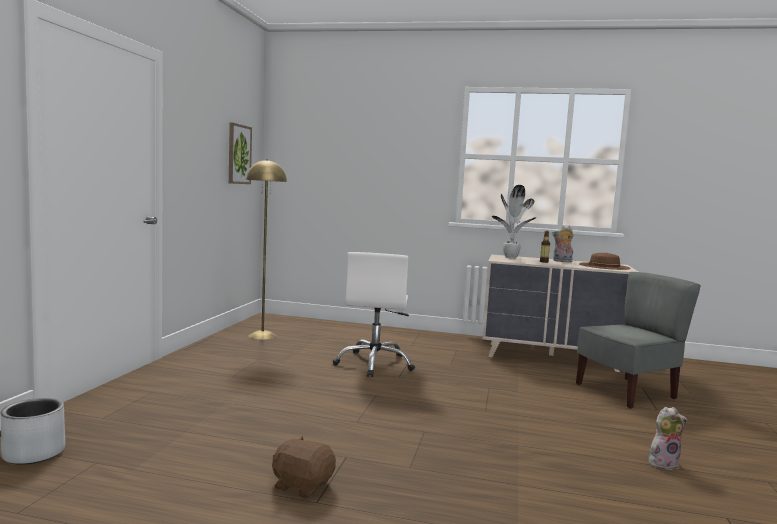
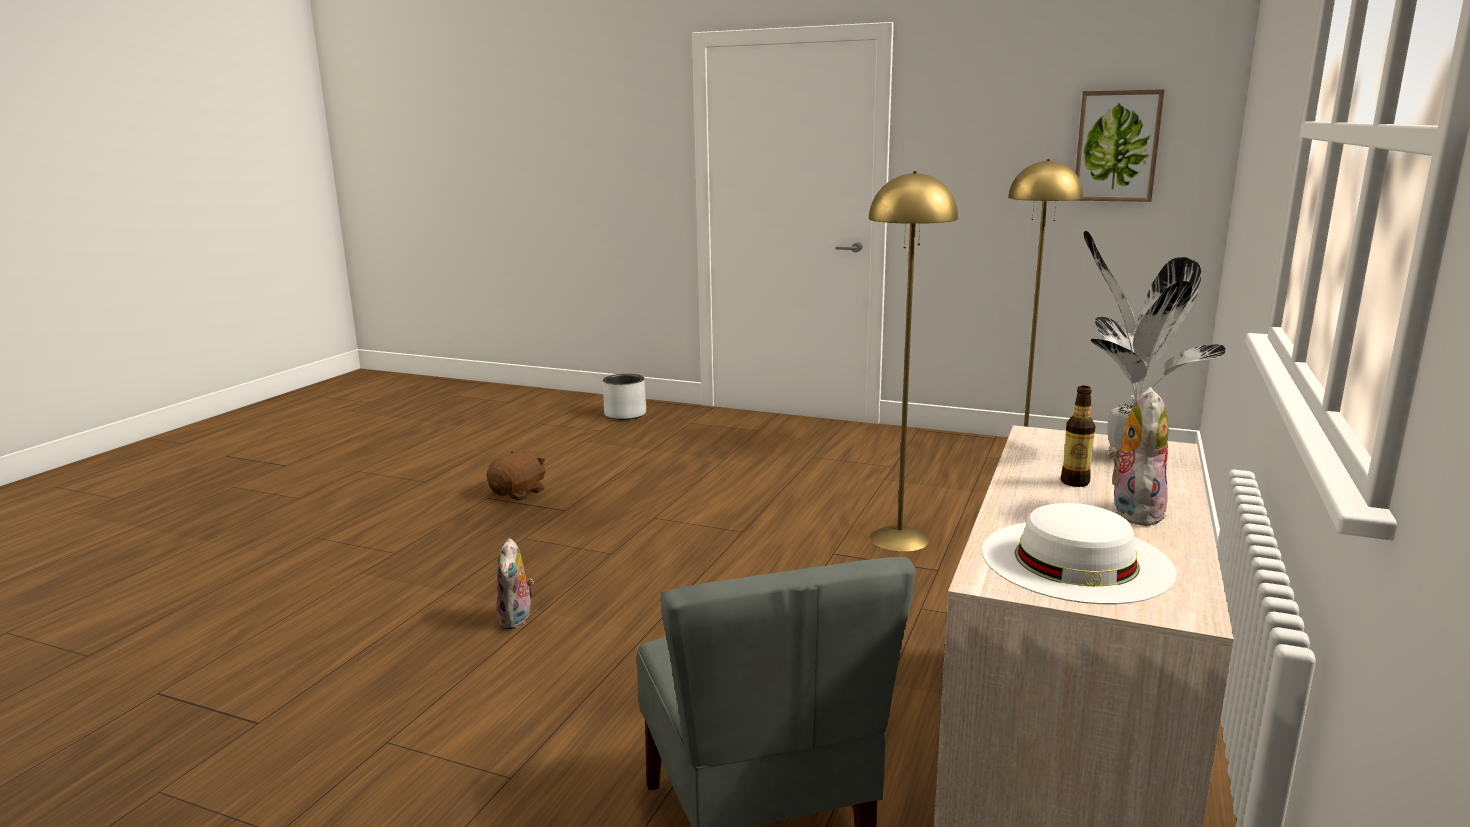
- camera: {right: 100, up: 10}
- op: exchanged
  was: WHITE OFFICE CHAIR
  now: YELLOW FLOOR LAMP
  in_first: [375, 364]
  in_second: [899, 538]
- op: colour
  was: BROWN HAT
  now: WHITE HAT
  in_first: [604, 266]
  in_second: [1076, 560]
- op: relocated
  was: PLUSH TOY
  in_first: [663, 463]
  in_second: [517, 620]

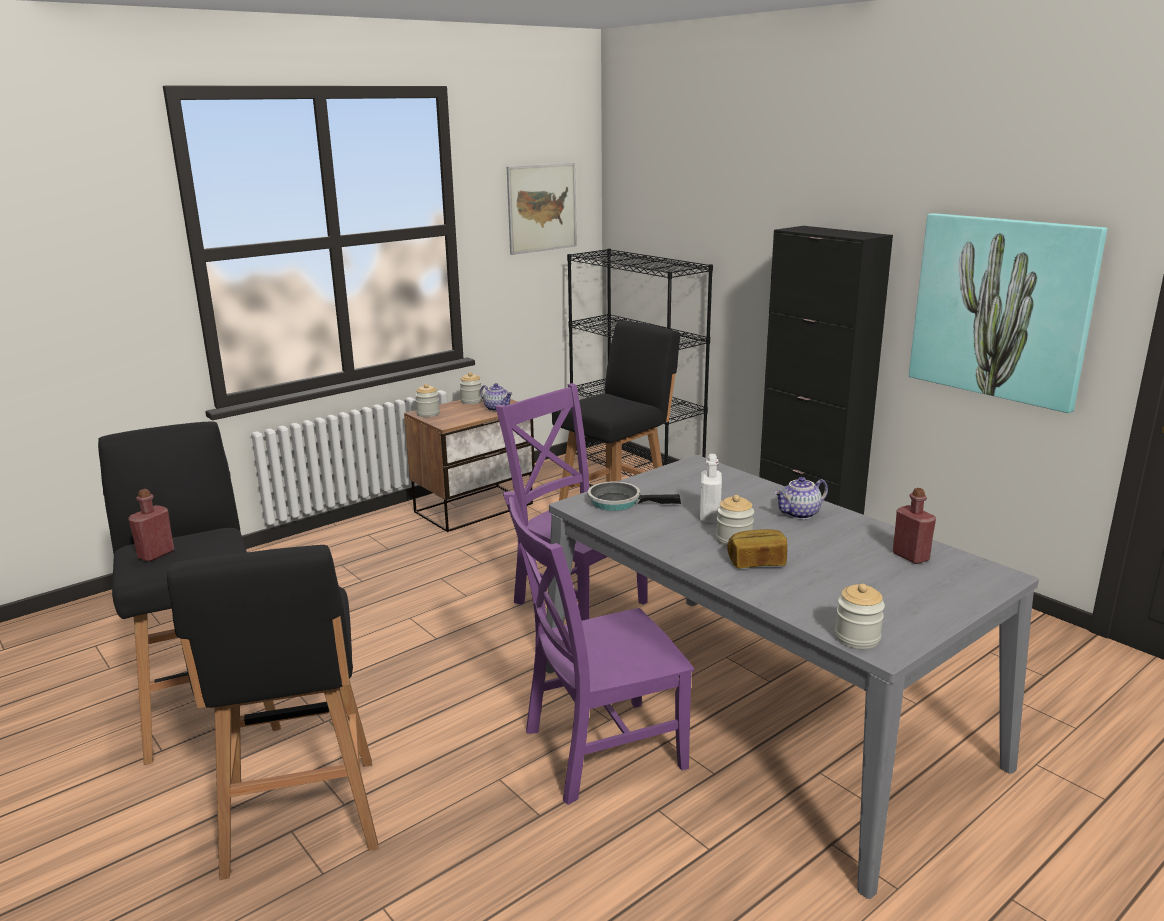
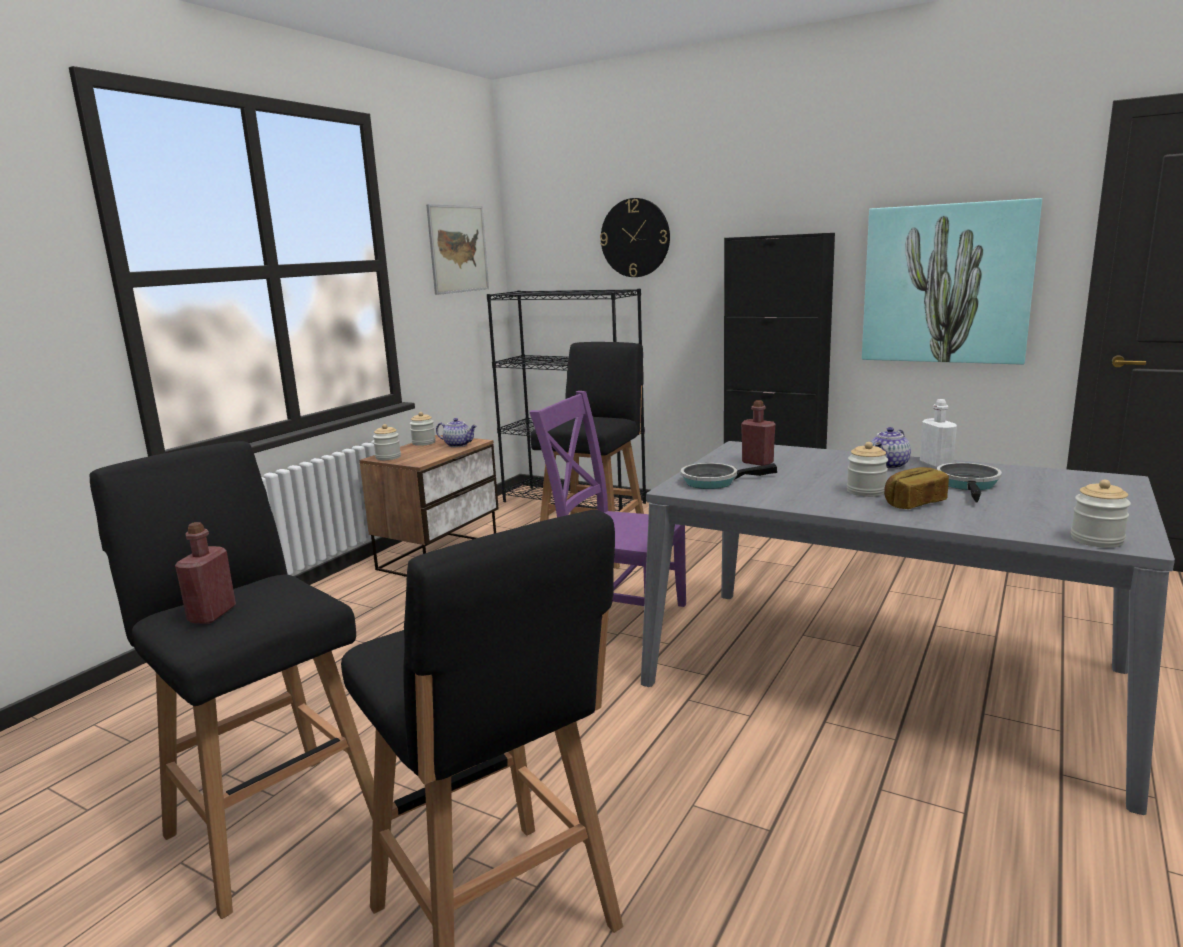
- camera: {right: -20, up: -5}
- op: relocated
  was: WHITE BOTTLE
  in_first: [709, 516]
  in_second: [936, 464]
- op: relocated
  was: RED BOTTLE
  in_first: [910, 556]
  in_second: [757, 462]
- op: missing
  was: PURPLE CHAIR
  in_first: [597, 750]
- op: appeared
  now: WALL CLOCK
  in_second: [635, 238]
- op: appeared
  now: FRYING PAN
  in_second: [969, 485]

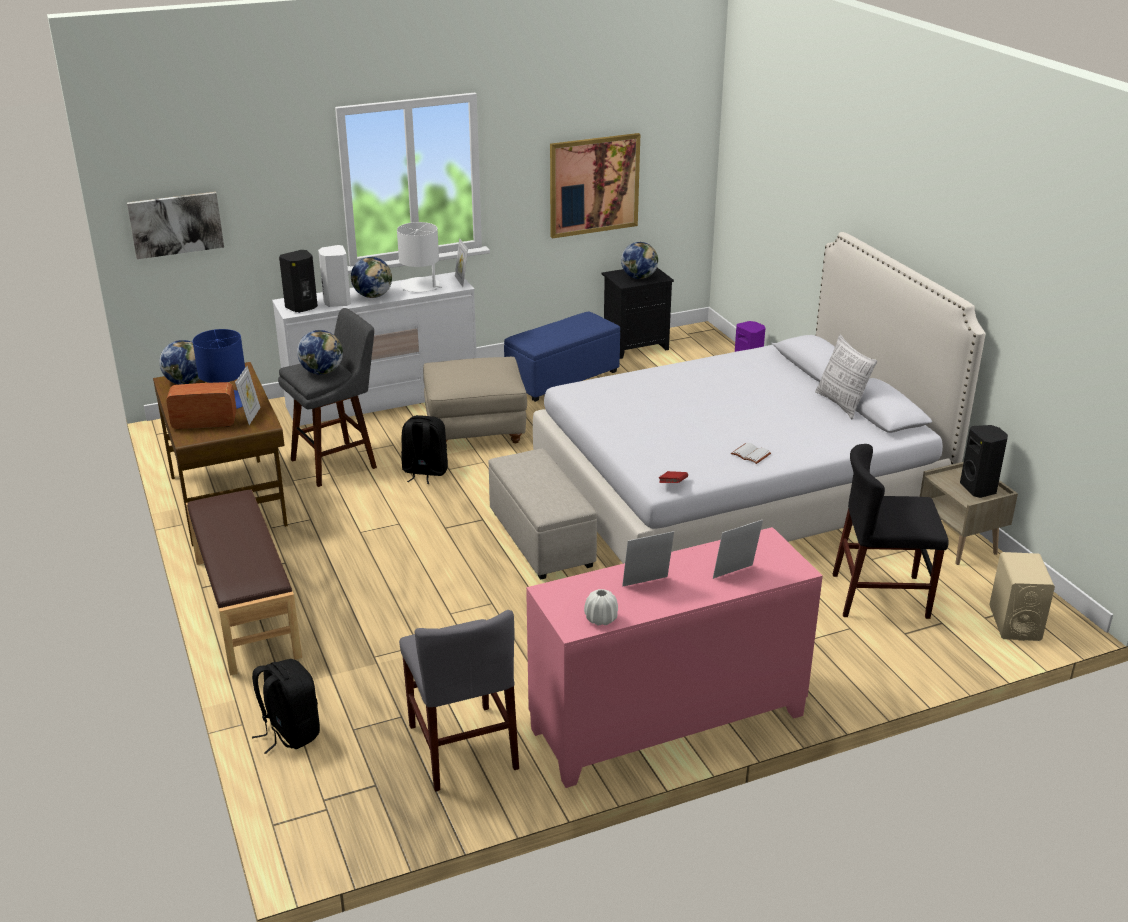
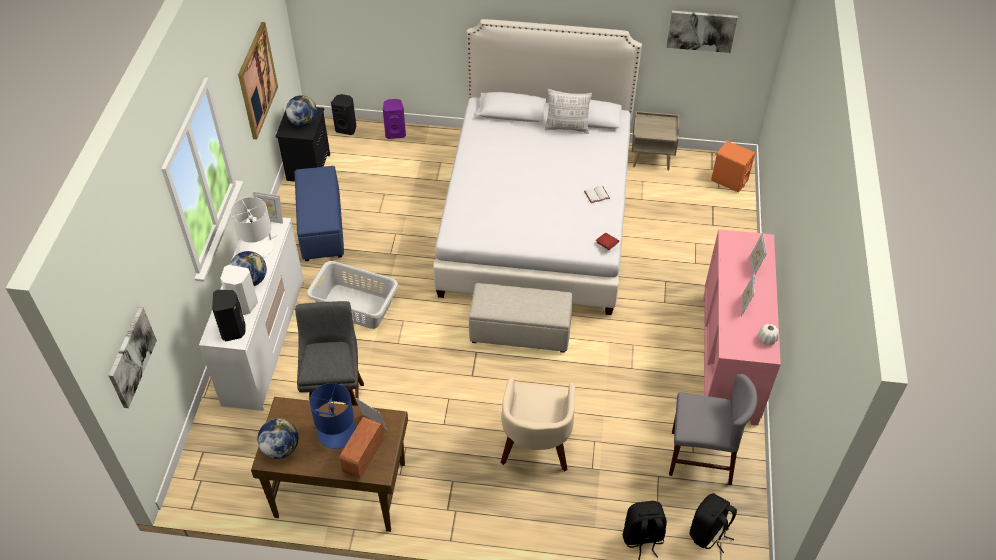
- camera: {right: -60, up: 20}
- op: missing
  was: GLOBE
  in_first: [322, 372]
- op: exchanged
  was: BEIGE OTTOMAN
  now: GREY LAUNDRY BASKET
  in_first: [475, 430]
  in_second: [355, 306]
- op: relocated
  was: BLACK BACKPACK
  in_first: [424, 472]
  in_second: [708, 533]
- op: relocated
  was: BLACK SPEAKER
  in_first: [979, 489]
  in_second: [346, 129]
- op: missing
  was: BLACK CHAIR
  in_first: [880, 596]
- op: missing
  was: BROWN BENCH
  in_first: [245, 608]
- op: colour
  was: BEIGE SPEAKER
  now: ORANGE SPEAKER
  in_first: [1014, 623]
  in_second: [729, 180]
- op: appeared
  now: PICTURE
  in_second: [701, 30]
- op: appeared
  now: BEIGE ARMCHAIR
  in_second: [536, 445]

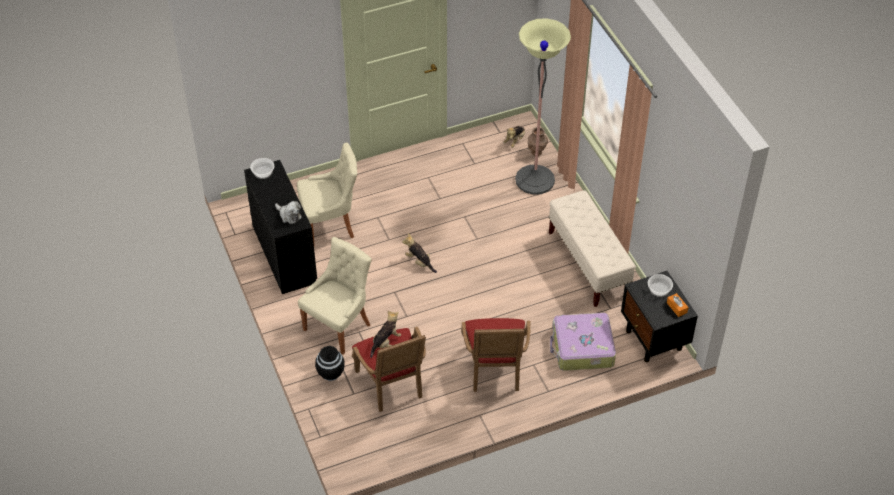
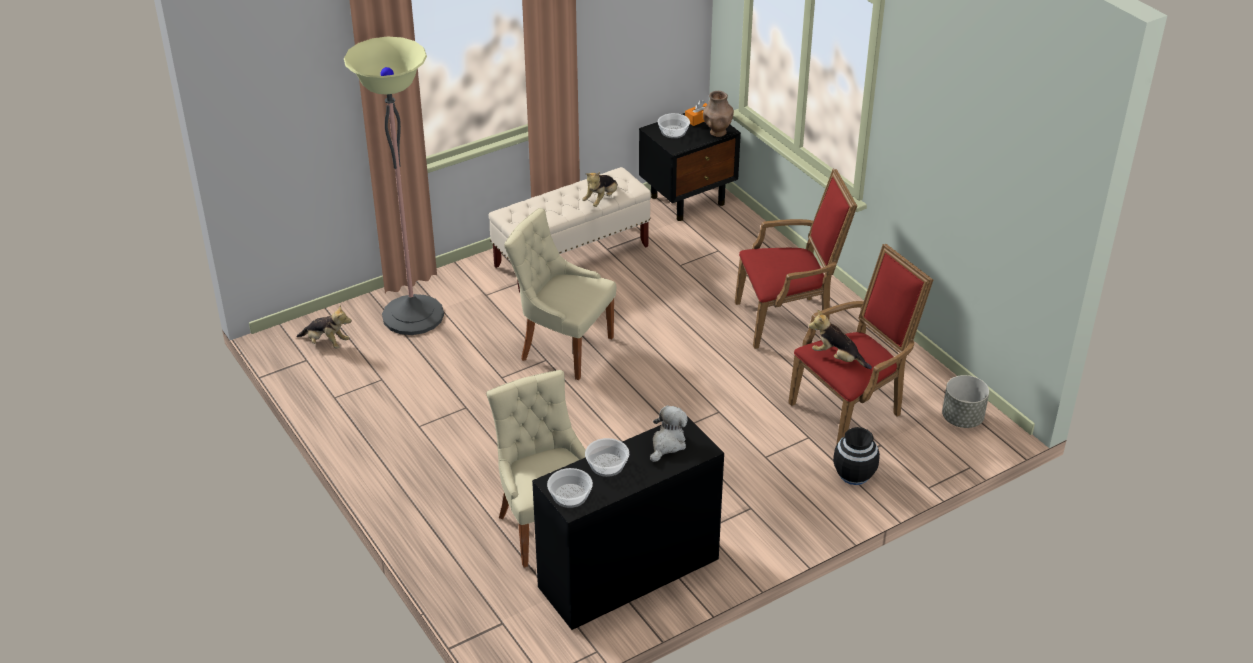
- camera: {right: -100, up: -10}
- op: relocated
  was: BROWN VASE
  in_first: [536, 152]
  in_second: [717, 133]
- op: relocated
  was: PLUSH TOY
  in_first: [419, 262]
  in_second: [601, 200]
- op: relocated
  was: BEIGE CHAIR
  in_first: [339, 326]
  in_second: [563, 347]
- op: missing
  was: SUITCASE
  in_first: [582, 348]
- op: appeared
  now: GREY PLANTER
  in_second: [962, 419]
- op: appeared
  now: BOWL
  in_second: [607, 465]

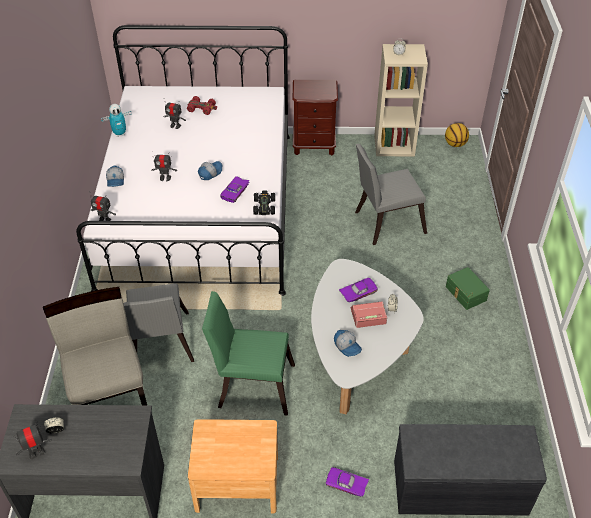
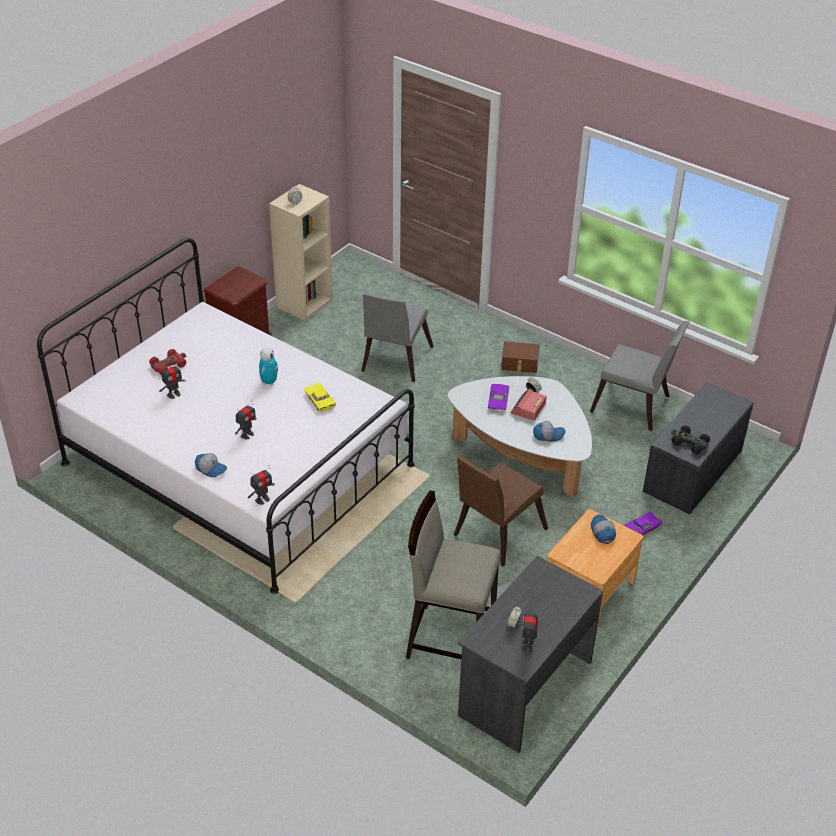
- camera: {right: -55, up: -5}
- op: relocated
  was: TOY ROBOT
  in_first: [120, 133]
  in_second: [269, 382]
- op: missing
  was: BASKETBALL
  in_first: [455, 144]
- op: relocated
  was: CAP
  in_first: [210, 173]
  in_second: [602, 532]
- op: colour
  was: PURPLE TOY CAR
  now: YELLOW TOY CAR
  in_first: [236, 192]
  in_second: [321, 400]
- op: relocated
  was: BLACK TOY CAR
  in_first: [264, 206]
  in_second: [689, 443]
- op: colour
  was: GREEN STORAGE BOX
  now: BROWN STORAGE BOX
  in_first: [465, 294]
  in_second: [519, 364]
- op: relocated
  was: GREY CHAIR
  in_first: [161, 345]
  in_second: [634, 407]
- op: colour
  was: GREEN CHAIR
  now: BROWN CHAIR
  in_first: [251, 384]
  in_second: [495, 534]

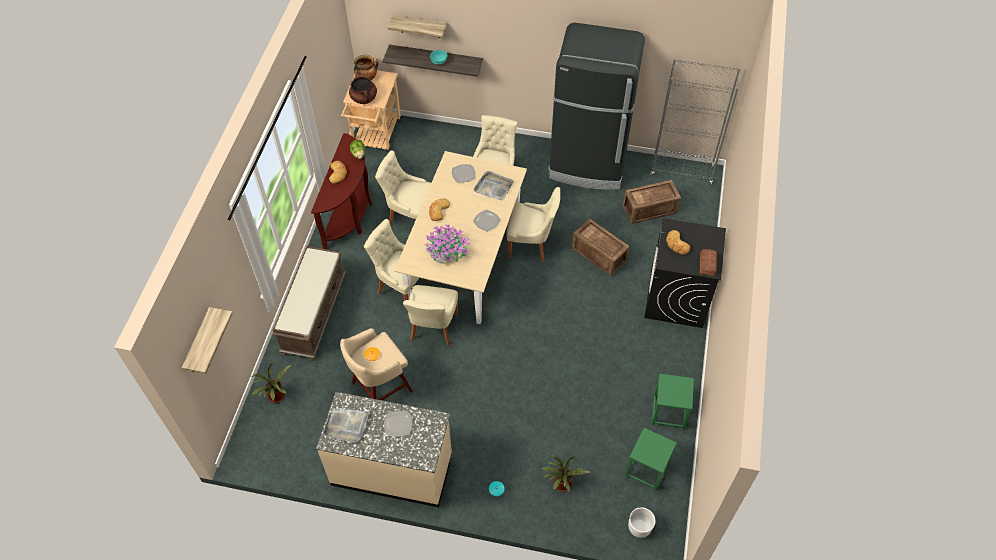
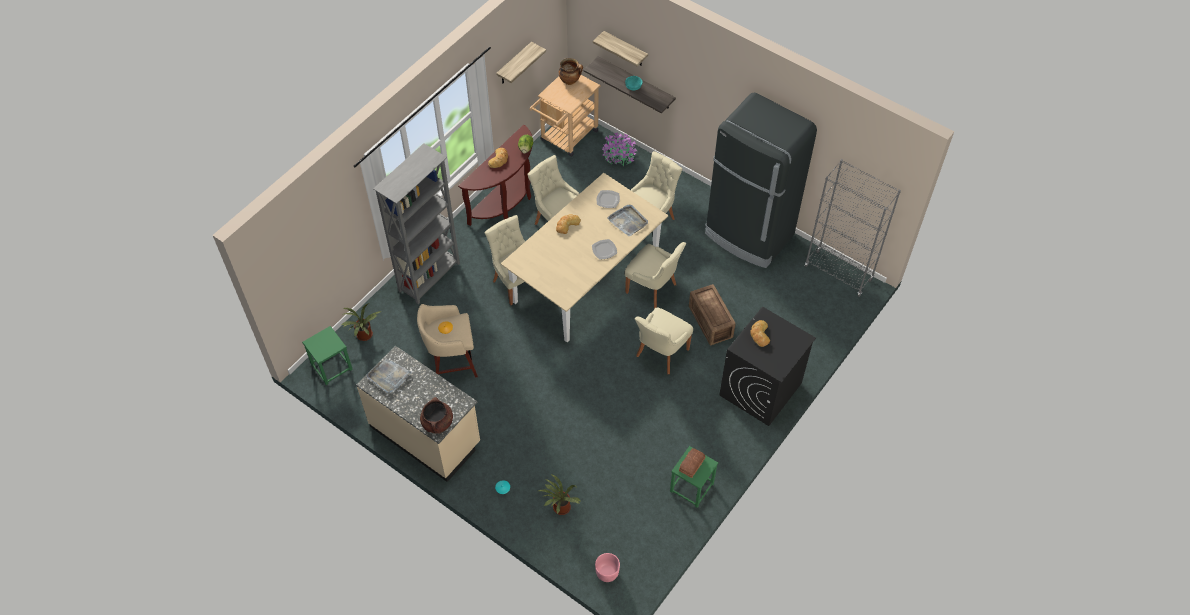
- camera: {right: 25, up: 0}
- op: relocated
  was: BROWN COOKING POT
  in_first: [364, 98]
  in_second: [437, 423]
- op: missing
  was: CRATE
  in_first: [651, 210]
- op: relocated
  was: POTTED PLANT
  in_first: [447, 253]
  in_second: [619, 157]
- op: exchanged
  was: BROWN BENCH
  now: GREY BOOKCASE
  in_first: [314, 313]
  in_second: [430, 277]
- op: relocated
  was: BREAD
  in_first: [707, 264]
  in_second: [691, 464]
- op: relocated
  was: BEIGE CHAIR
  in_first: [433, 329]
  in_second: [660, 353]
- op: relocated
  was: SHELF
  in_first: [199, 343]
  in_second: [514, 64]
- op: missing
  was: PLATE
  in_first: [398, 424]
- op: relocated
  was: GREEN STOOL
  in_first: [647, 469]
  in_second: [332, 367]
- op: colour
  was: WHITE PLANTER
  now: PINK PLANTER
  in_first: [639, 527]
  in_second: [607, 573]

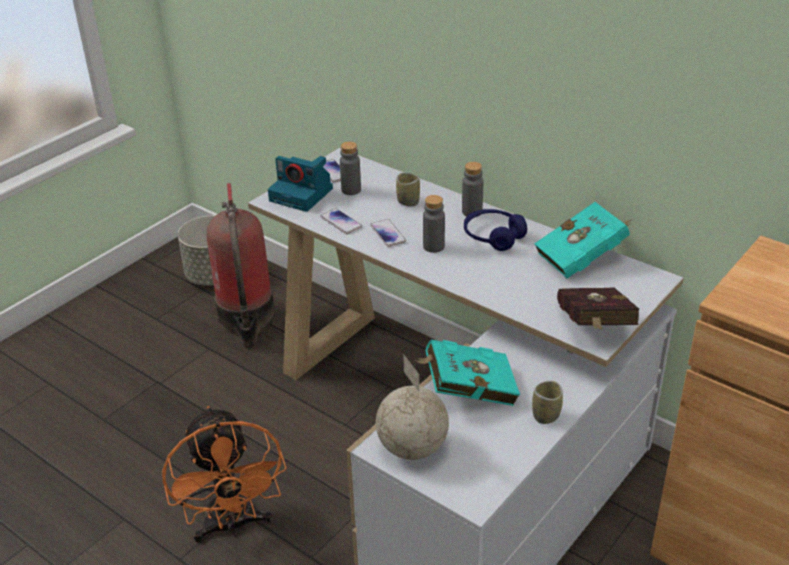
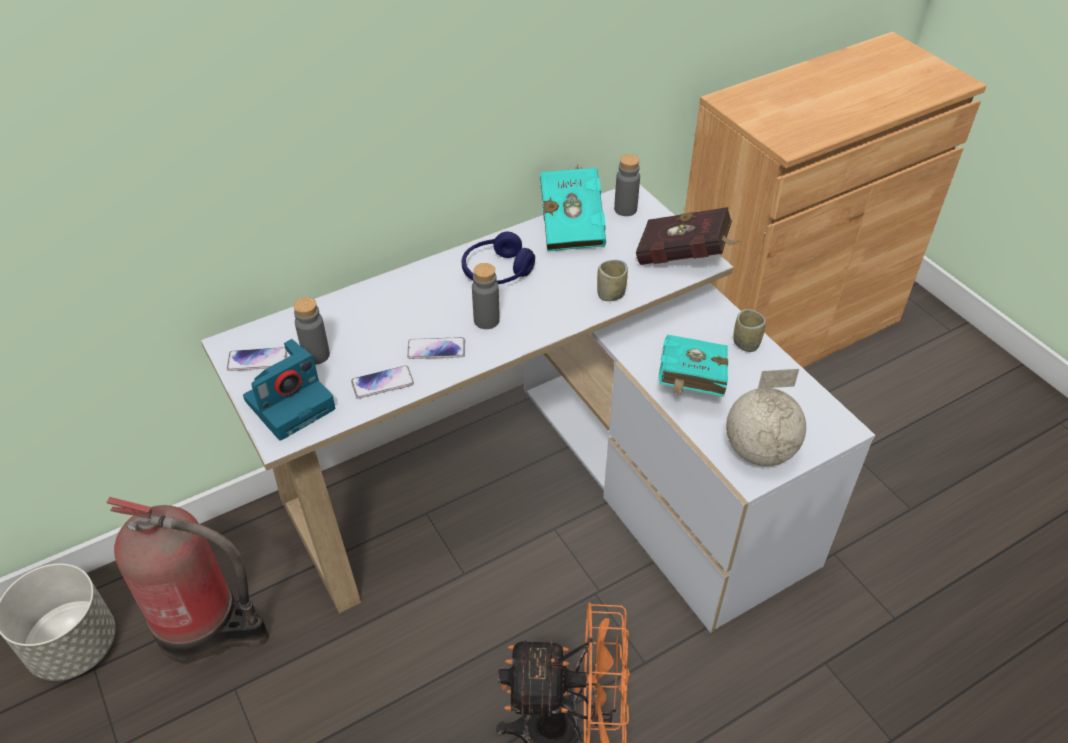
- camera: {right: -70, up: 10}
- op: relocated
  was: GREY BOTTLE
  in_first: [472, 212]
  in_second: [625, 209]
- op: relocated
  was: CUP
  in_first: [408, 202]
  in_second: [610, 294]

